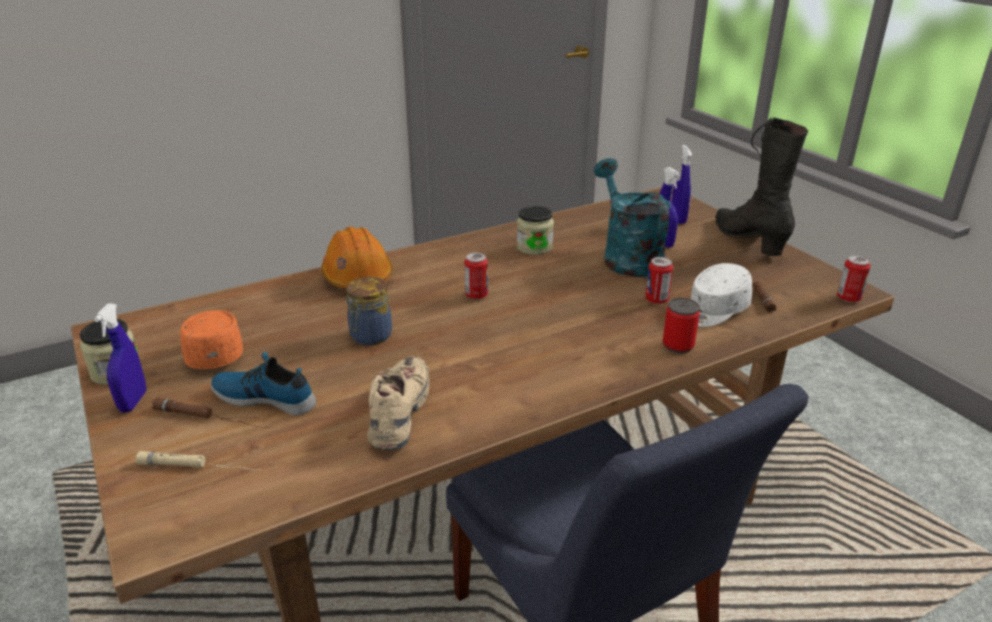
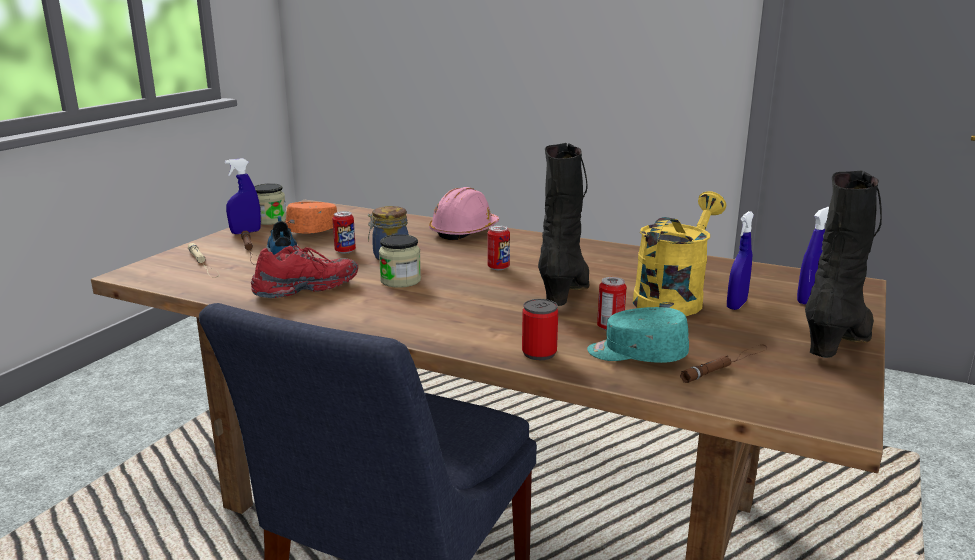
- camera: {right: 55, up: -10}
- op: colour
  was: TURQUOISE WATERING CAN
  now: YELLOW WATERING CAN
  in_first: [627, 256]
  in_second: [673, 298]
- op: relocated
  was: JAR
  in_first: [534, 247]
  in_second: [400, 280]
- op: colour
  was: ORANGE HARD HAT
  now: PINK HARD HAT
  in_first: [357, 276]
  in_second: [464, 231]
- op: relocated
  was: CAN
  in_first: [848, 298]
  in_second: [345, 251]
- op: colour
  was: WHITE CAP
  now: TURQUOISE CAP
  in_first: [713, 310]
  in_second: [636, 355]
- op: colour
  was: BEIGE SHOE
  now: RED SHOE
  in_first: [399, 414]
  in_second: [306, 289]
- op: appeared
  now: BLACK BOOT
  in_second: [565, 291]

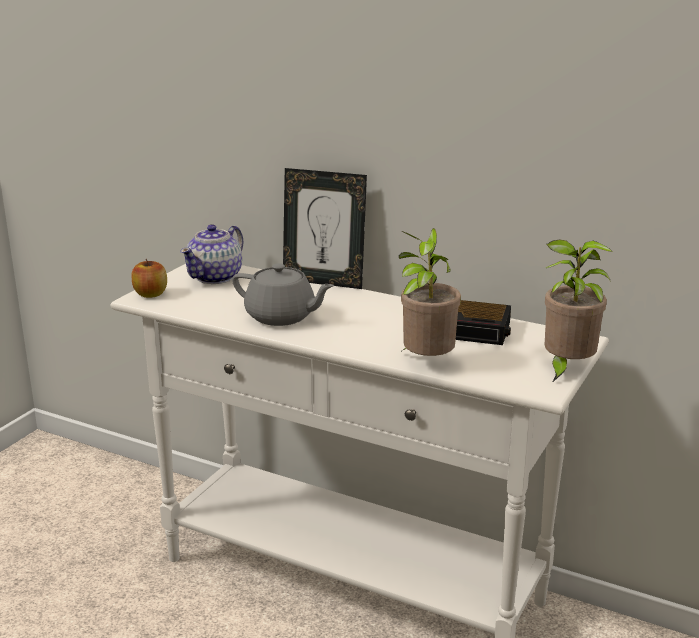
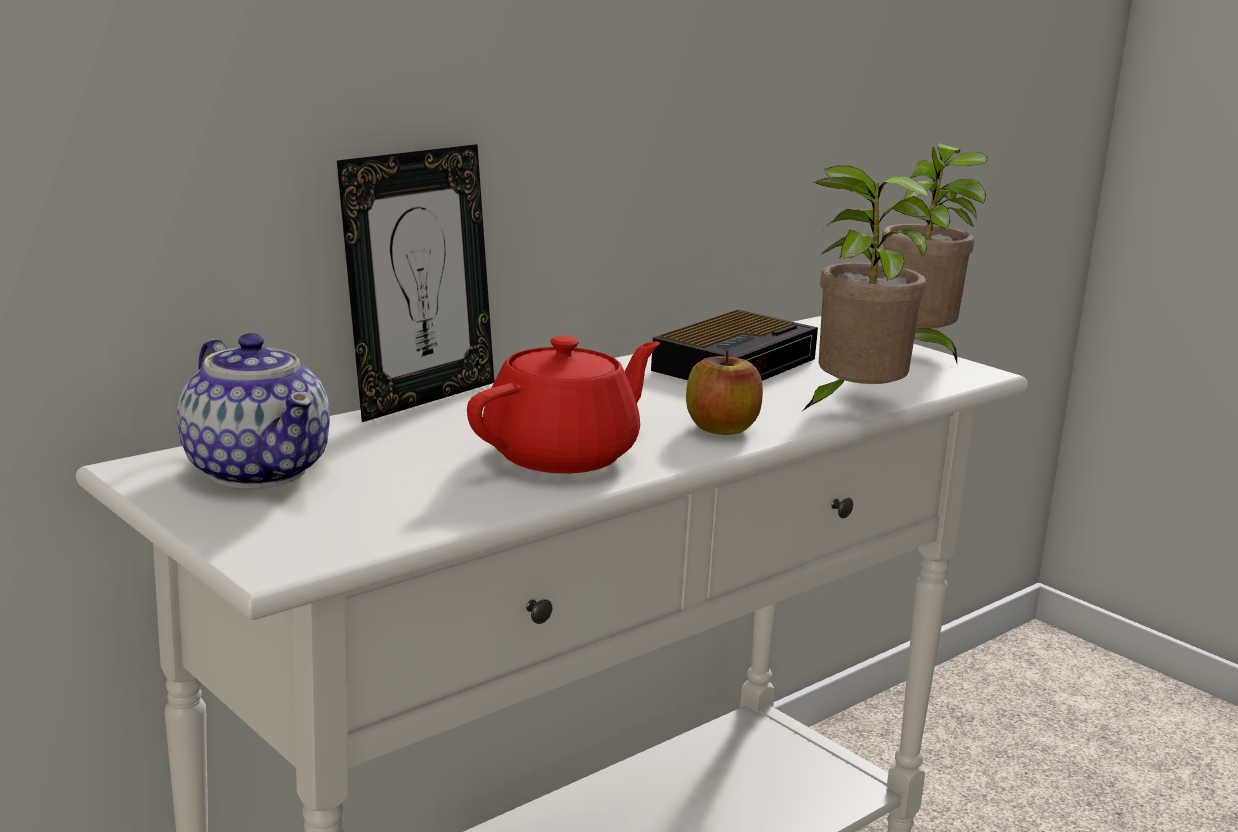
- camera: {right: -70, up: -5}
- op: relocated
  was: APPLE
  in_first: [150, 294]
  in_second: [721, 428]
- op: colour
  was: GREY TEAPOT
  now: RED TEAPOT
  in_first: [281, 317]
  in_second: [564, 455]

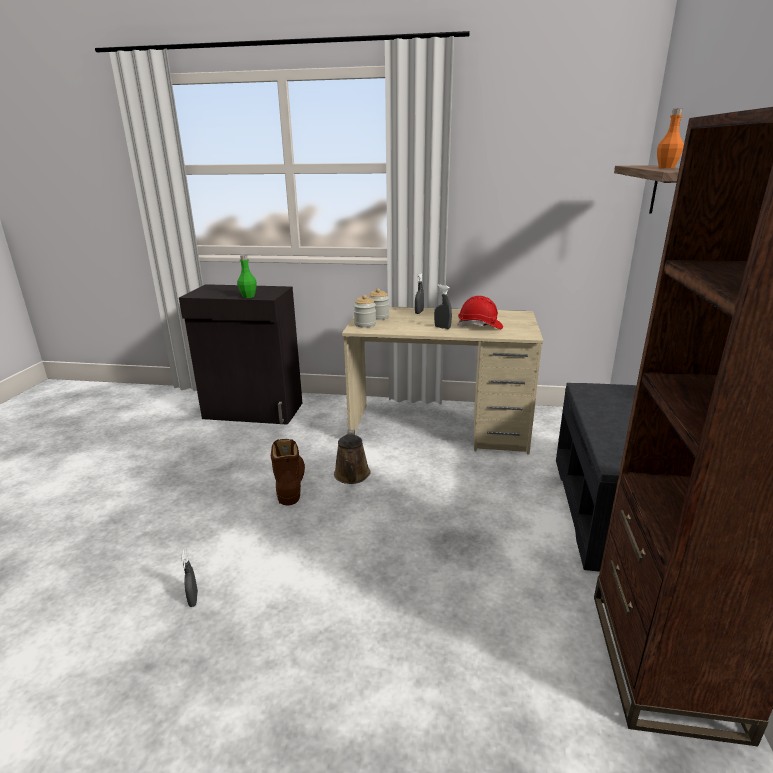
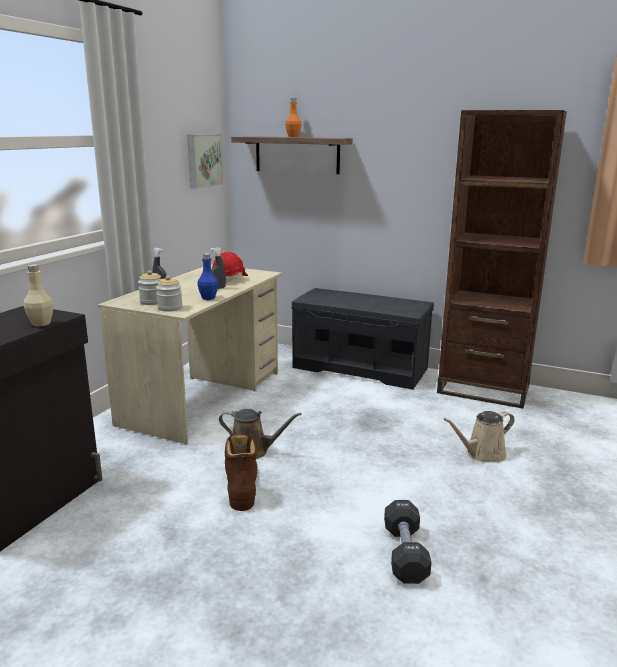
- camera: {right: -75, up: -5}
- op: colour
  was: GREEN BOTTLE
  now: BEIGE BOTTLE
  in_first: [248, 296]
  in_second: [41, 323]
- op: spun
  was: BROWN BOOT
  in_first: [290, 484]
  in_second: [242, 487]
  clockwise: 75
- op: exchanged
  was: GREY SPRAY BOTTLE
  now: BLACK DUMBBELL
  in_first: [193, 599]
  in_second: [405, 553]
- op: appeared
  now: PICTURE
  in_second: [203, 160]
- op: appeared
  now: BLUE BOTTLE
  in_second: [208, 298]
- op: appeared
  now: BEIGE WATERING CAN
  in_second: [482, 454]

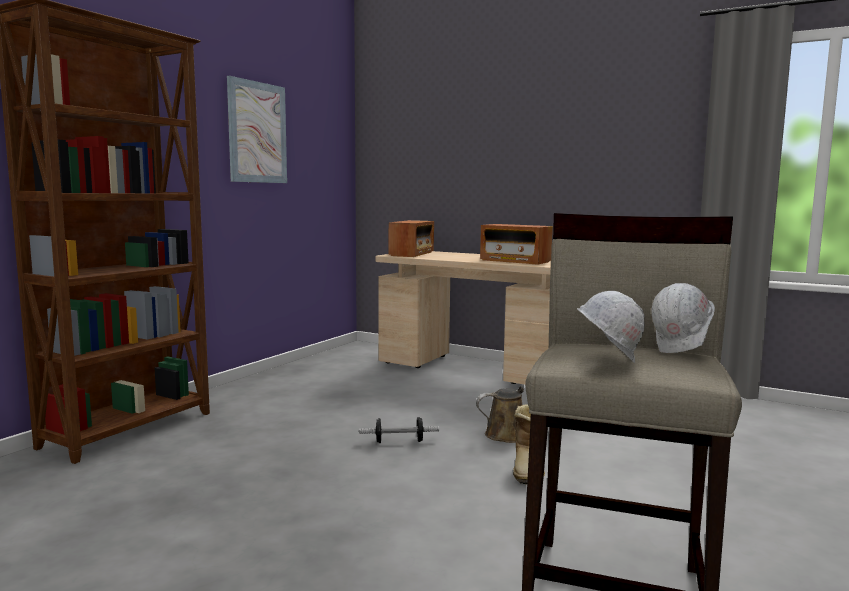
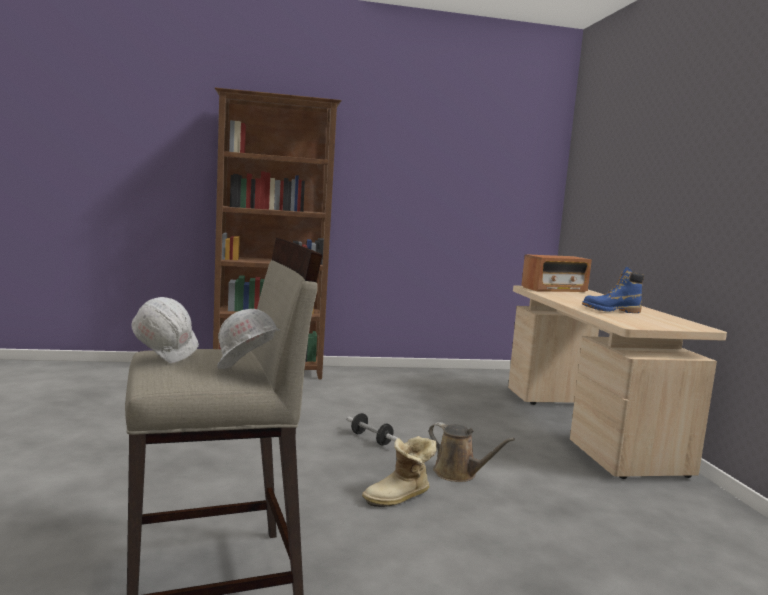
- camera: {right: 50, up: 0}
- op: missing
  was: PICTURE
  in_first: [257, 132]
- op: exchanged
  was: RADIO
  now: BLUE BOOT
  in_first: [515, 261]
  in_second: [610, 311]

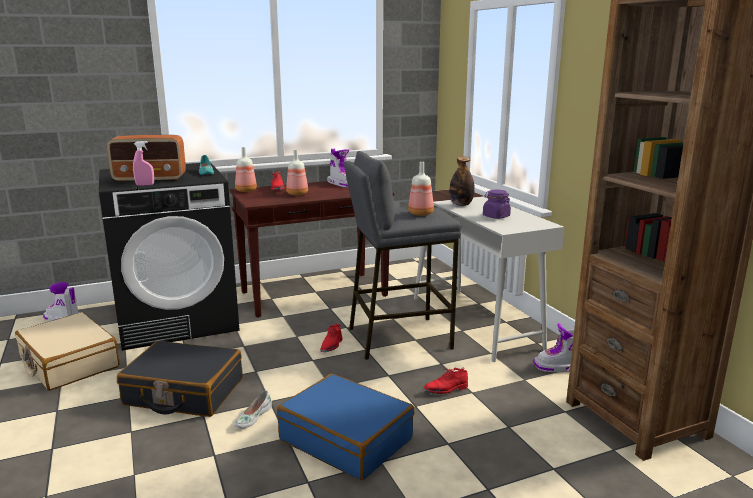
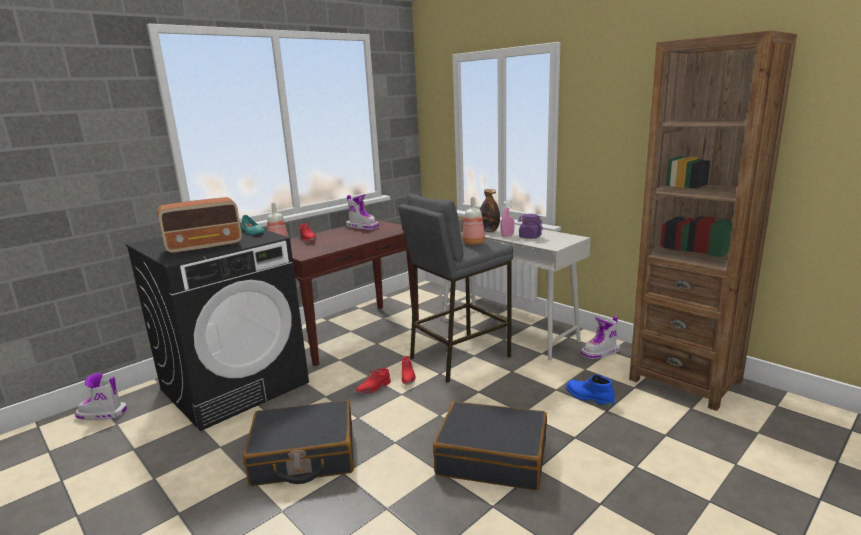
- camera: {right: -20, up: 0}
- op: relocated
  was: PINK SPRAY BOTTLE
  in_first: [145, 185]
  in_second: [507, 236]
- op: missing
  was: BOTTLE
  in_first: [298, 194]
- op: missing
  was: BEIGE SUITCASE
  in_first: [68, 363]
- op: relocated
  was: RED SHOE
  in_first: [446, 390]
  in_second: [373, 388]
- op: colour
  was: BLUE SUITCASE
  now: BLACK SUITCASE
  in_first: [346, 439]
  in_second: [492, 457]
- op: missing
  was: WHITE SHOE
  in_first: [253, 417]
- op: appeared
  now: BLUE BOOT
  in_second: [588, 397]

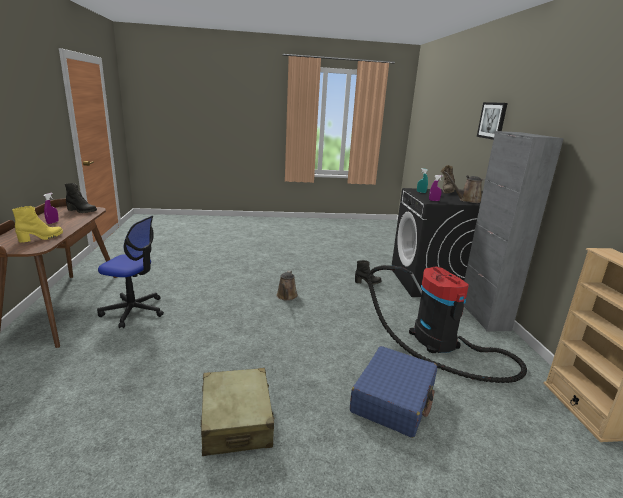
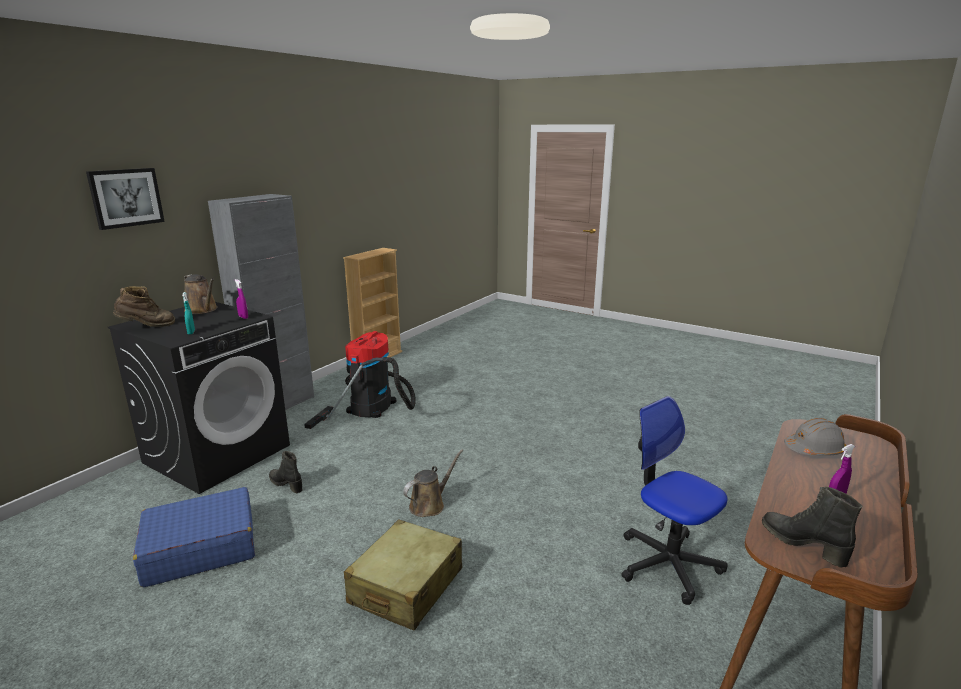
- camera: {right: -140, up: 0}
- op: exchanged
  was: YELLOW BOOT
  now: GREY HARD HAT
  in_first: [41, 238]
  in_second: [814, 449]
- op: relocated
  was: BLUE SUITCASE
  in_first: [393, 399]
  in_second: [200, 548]
- op: relocated
  was: BEIGE SUITCASE
  in_first: [236, 421]
  in_second: [406, 586]

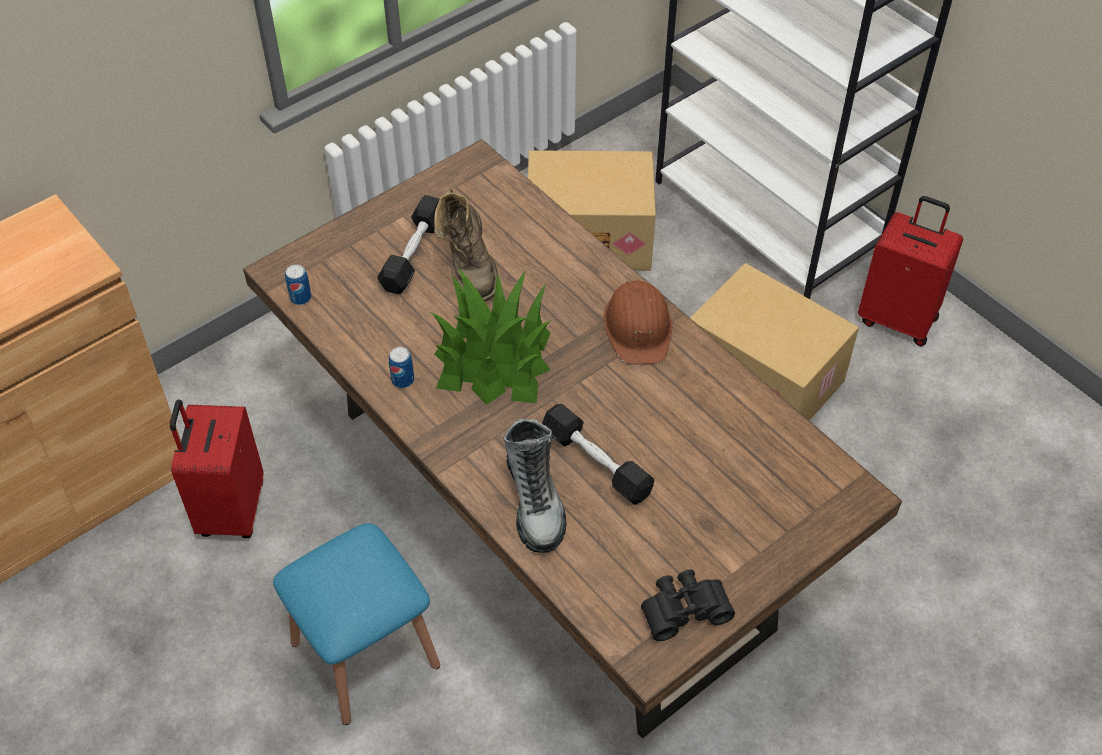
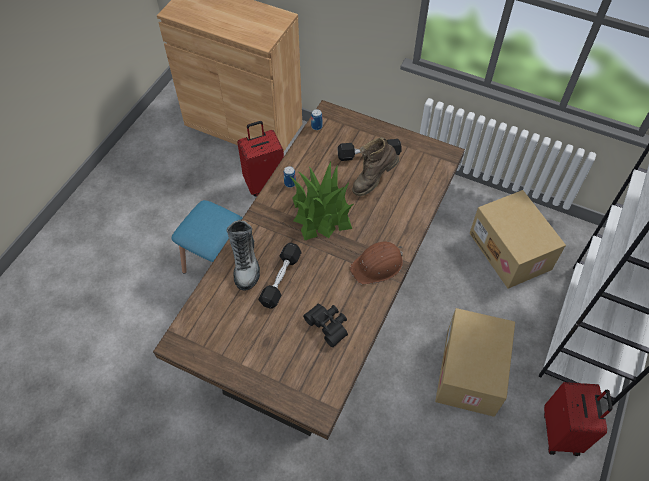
- camera: {right: 65, up: 5}
- op: spun
  was: BOOT
  in_first: [535, 502]
  in_second: [245, 263]
  clockwise: -60
- op: relocated
  was: BLACK BINOCULARS
  in_first: [683, 608]
  in_second: [328, 325]

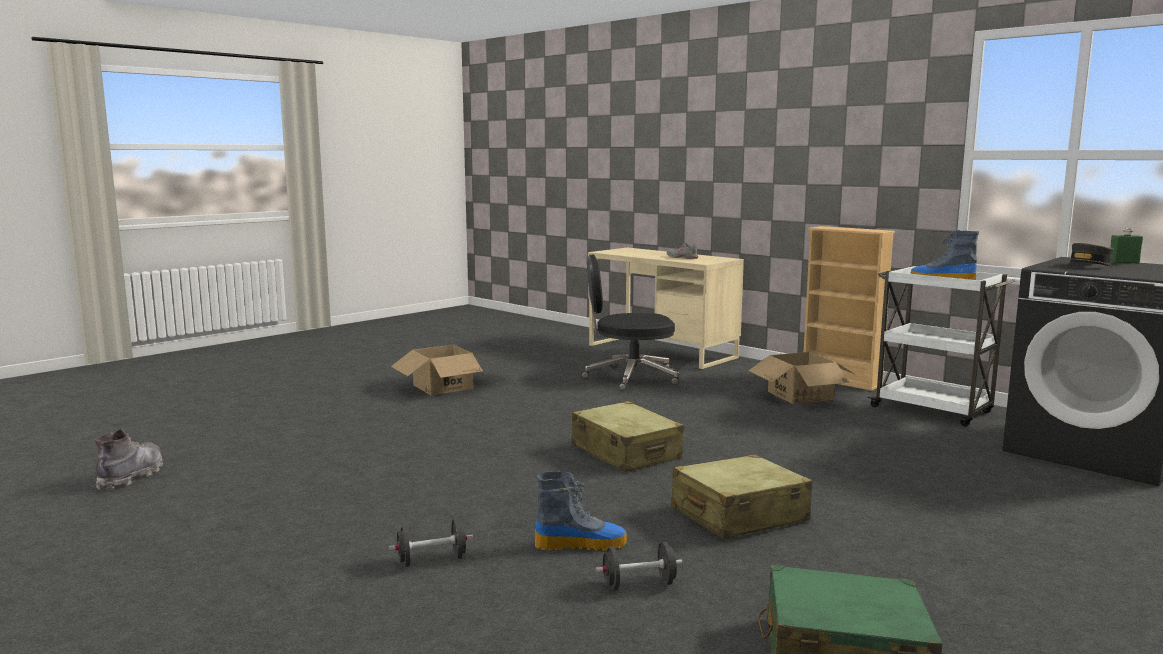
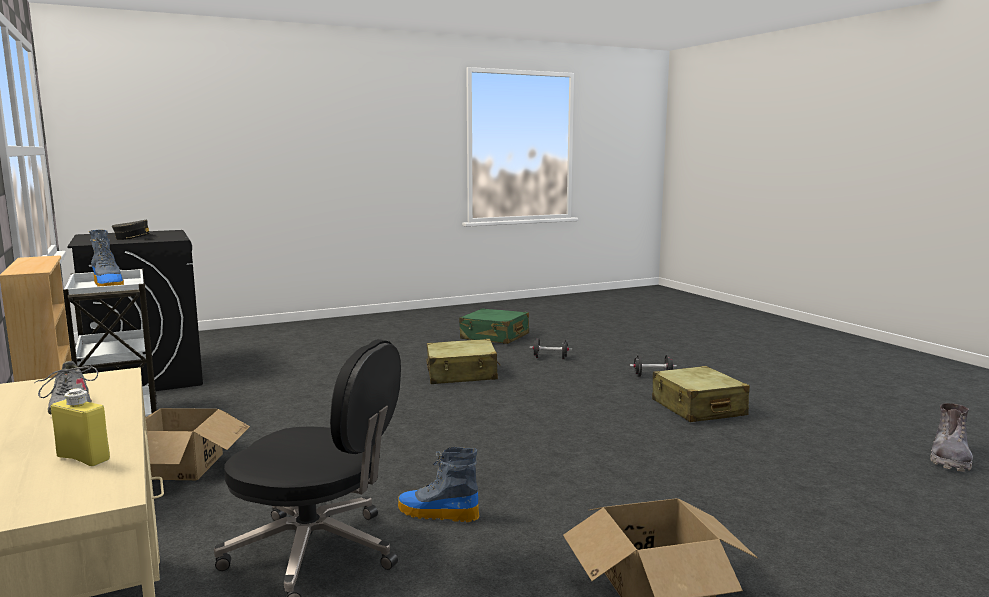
- camera: {right: -160, up: 0}
- op: missing
  was: GREEN BOTTLE
  in_first: [1123, 263]
- op: relocated
  was: BEIGE SUITCASE
  in_first: [626, 452]
  in_second: [698, 408]
- op: relocated
  was: BOOT
  in_first: [581, 544]
  in_second: [437, 513]
- op: appeared
  now: YELLOW BOTTLE
  in_second: [83, 458]

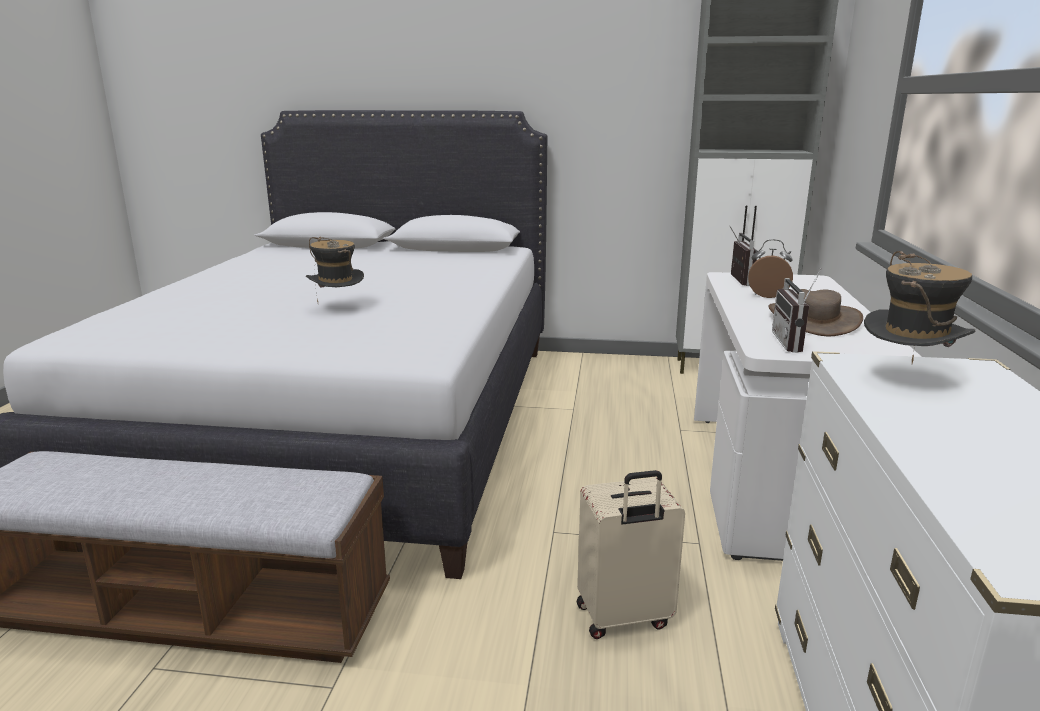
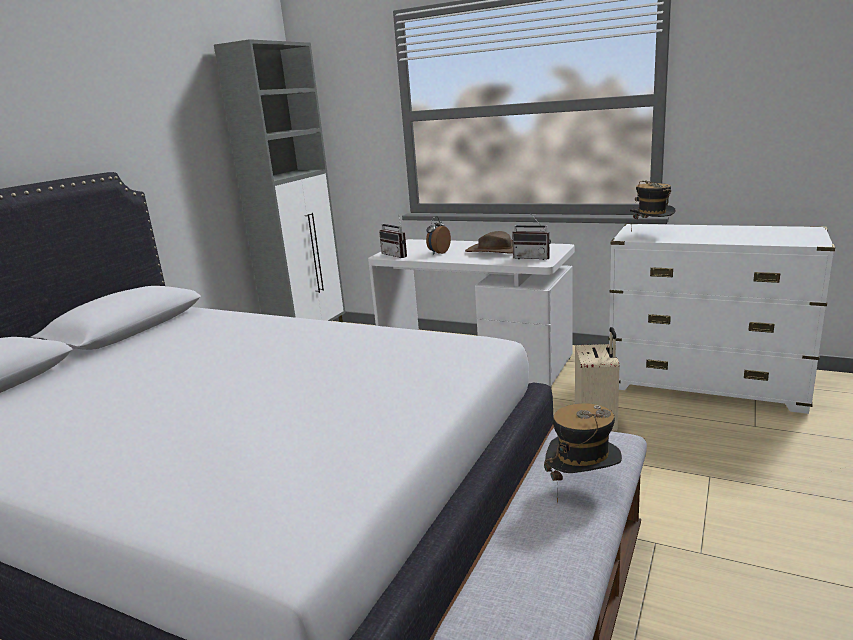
- camera: {right: -70, up: 0}
- op: spun
  was: RADIO
  in_first: [735, 280]
  in_second: [397, 255]
  clockwise: -150
- op: relocated
  was: HAT
  in_first: [338, 308]
  in_second: [582, 488]

